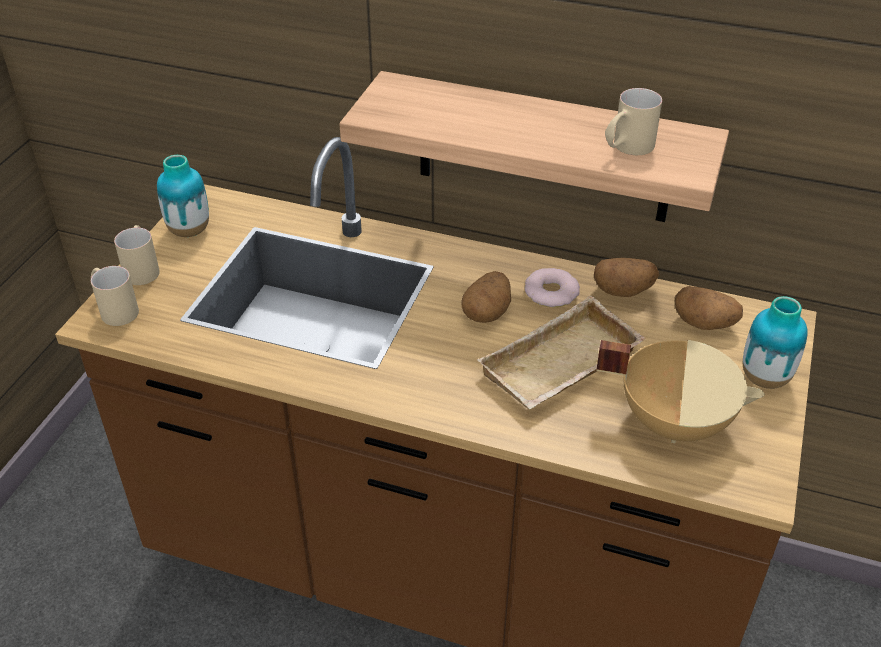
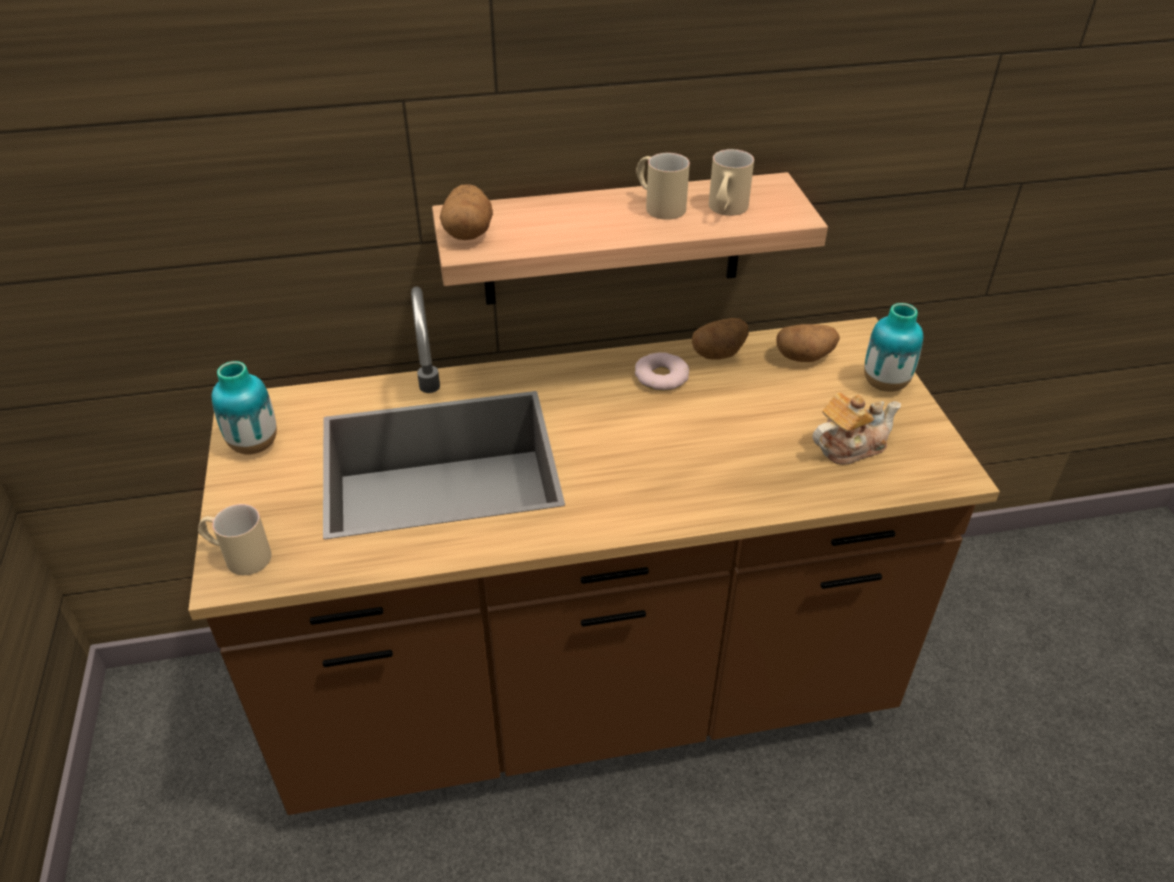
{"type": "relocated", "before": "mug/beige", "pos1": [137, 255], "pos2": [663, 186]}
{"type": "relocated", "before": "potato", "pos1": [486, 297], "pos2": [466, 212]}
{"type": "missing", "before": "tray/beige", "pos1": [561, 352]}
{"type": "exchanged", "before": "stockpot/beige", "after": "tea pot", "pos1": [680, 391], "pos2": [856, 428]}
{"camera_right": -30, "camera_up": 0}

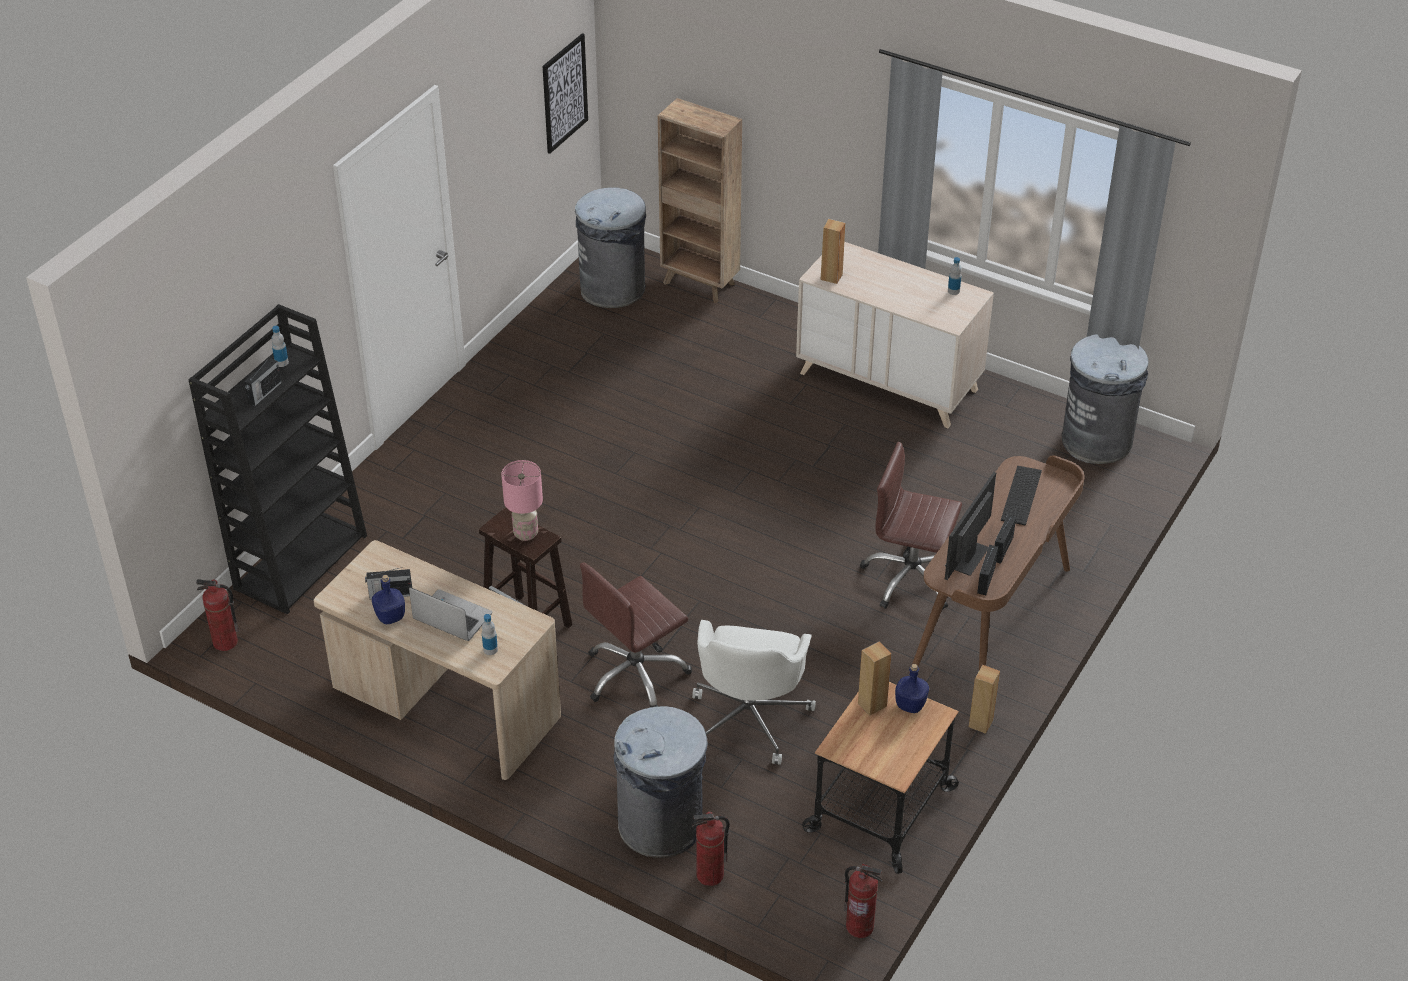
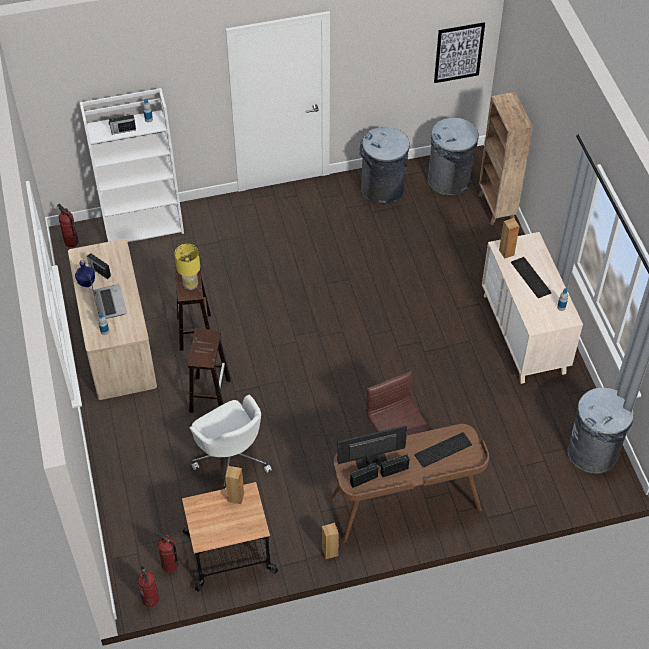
{"type": "colour", "before": "shelving unit/black-coloured", "after": "shelving unit/white-coloured", "pos1": [277, 459], "pos2": [132, 165]}
{"type": "colour", "before": "tabletop lamp/pinkish", "after": "tabletop lamp/yellow", "pos1": [522, 500], "pos2": [187, 267]}
{"type": "exchanged", "before": "computer chair/brown", "after": "sitting stool/brown", "pos1": [636, 634], "pos2": [209, 371]}
{"type": "relocated", "before": "rubbish bin/greyish", "pos1": [661, 782], "pos2": [384, 166]}
{"type": "spun", "before": "computer chair/white-coloured", "pos1": [754, 692], "pos2": [231, 442], "turn": -90}
{"type": "relocated", "before": "extinguisher", "pos1": [711, 849], "pos2": [167, 552]}
{"type": "missing", "before": "drink bottle/bluish", "pos1": [912, 688]}
{"type": "appeared", "after": "PC keyboard", "pos2": [531, 277]}
{"camera_right": 45, "camera_up": 10}

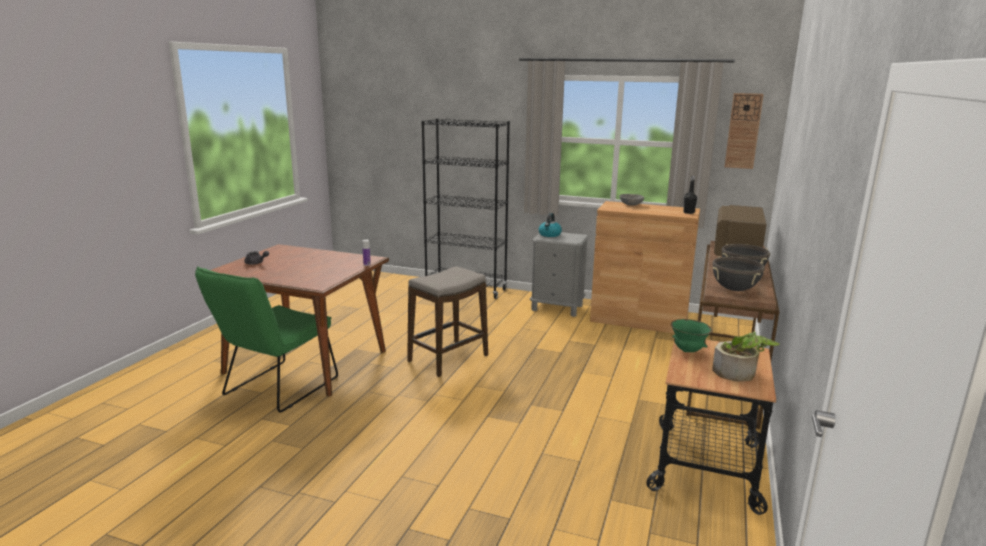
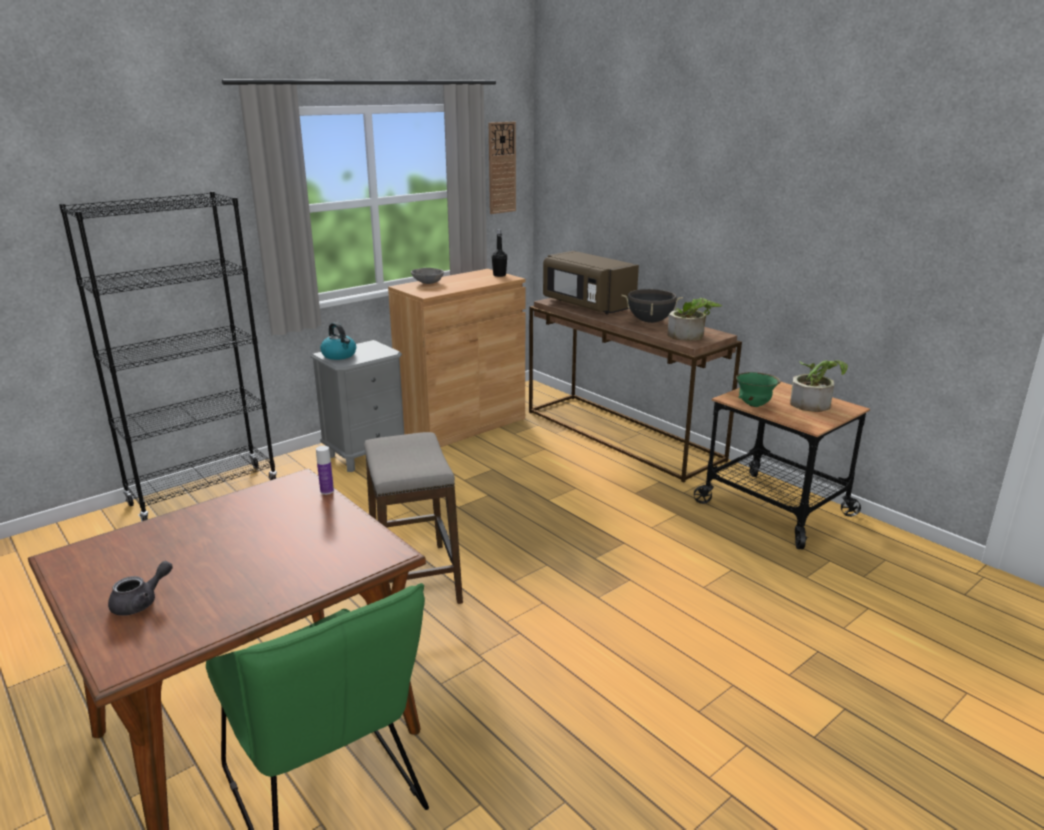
{"type": "exchanged", "before": "stockpot/black-coloured", "after": "houseplant", "pos1": [738, 273], "pos2": [695, 319]}
{"camera_right": -60, "camera_up": 5}

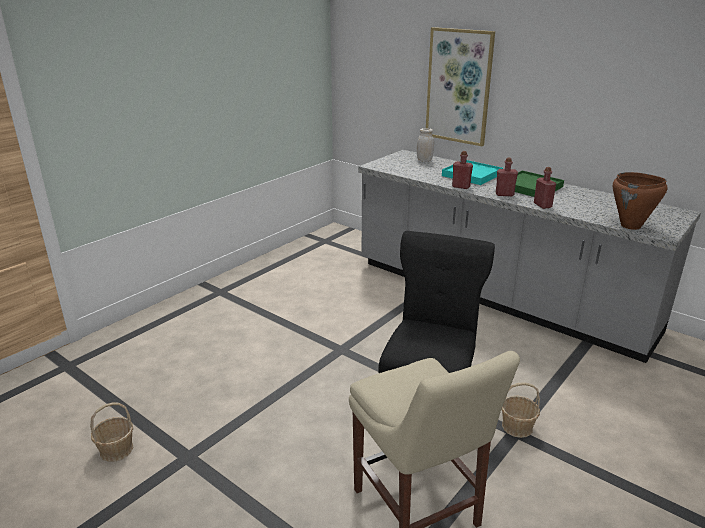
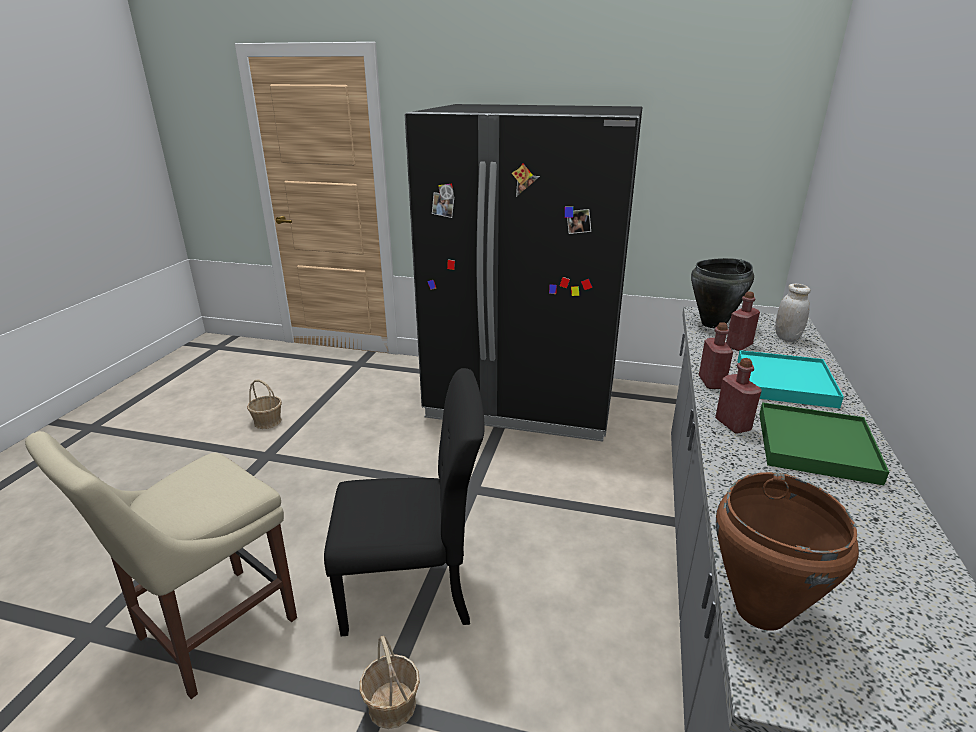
{"type": "missing", "before": "wall art", "pos1": [460, 86]}
{"type": "relocated", "before": "drink bottle/red-coloured", "pos1": [545, 188], "pos2": [743, 321]}
{"type": "appeared", "after": "refrigerator/black-coloured", "pos2": [523, 273]}
{"type": "appeared", "after": "stockpot/black-coloured", "pos2": [722, 293]}
{"camera_right": 65, "camera_up": 0}

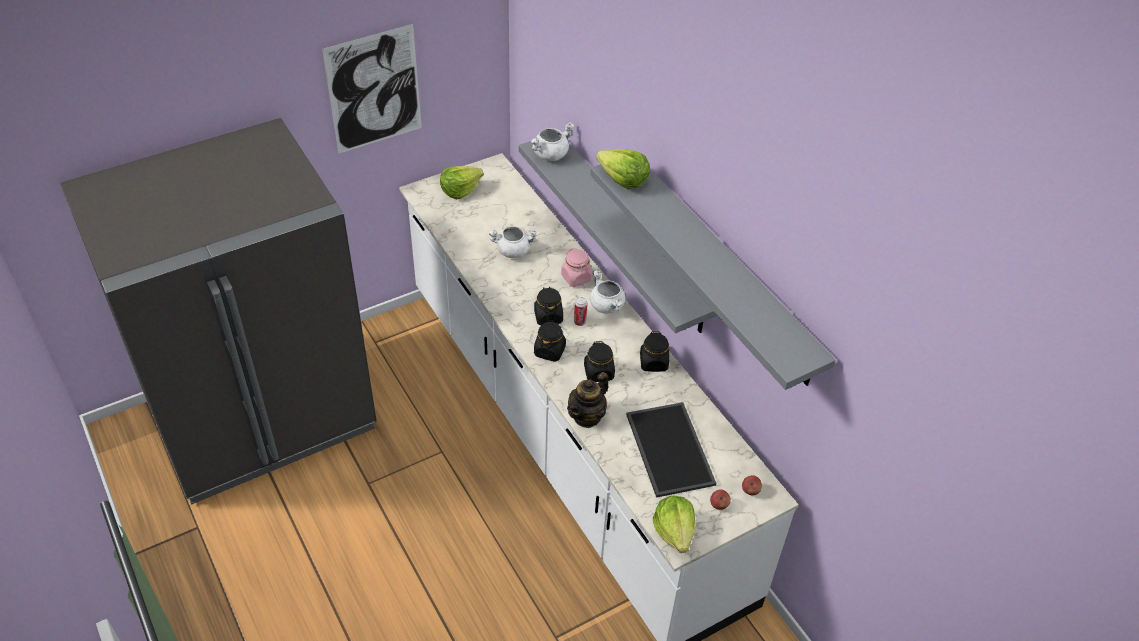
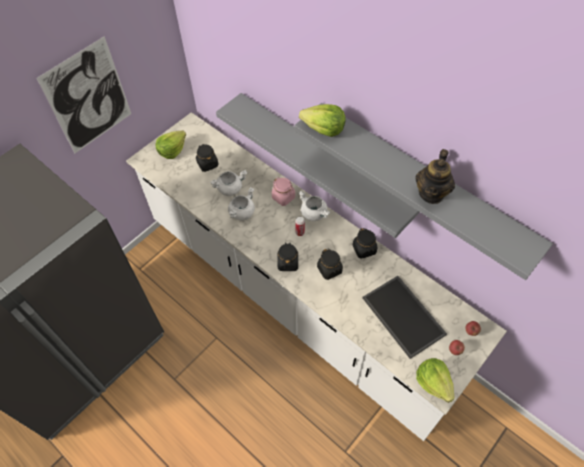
{"type": "relocated", "before": "stockpot/white-coloured", "pos1": [552, 141], "pos2": [241, 203]}
{"type": "relocated", "before": "jar/black-coloured", "pos1": [548, 306], "pos2": [207, 158]}
{"type": "relocated", "before": "tea pot", "pos1": [588, 400], "pos2": [435, 176]}
{"camera_right": -15, "camera_up": 10}

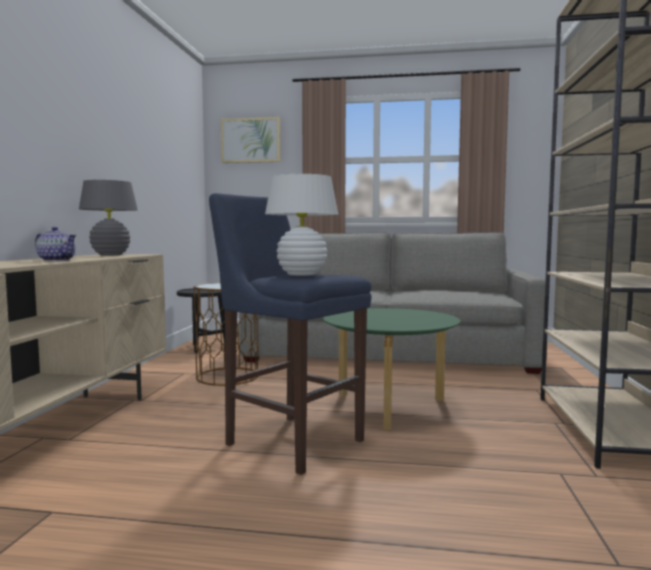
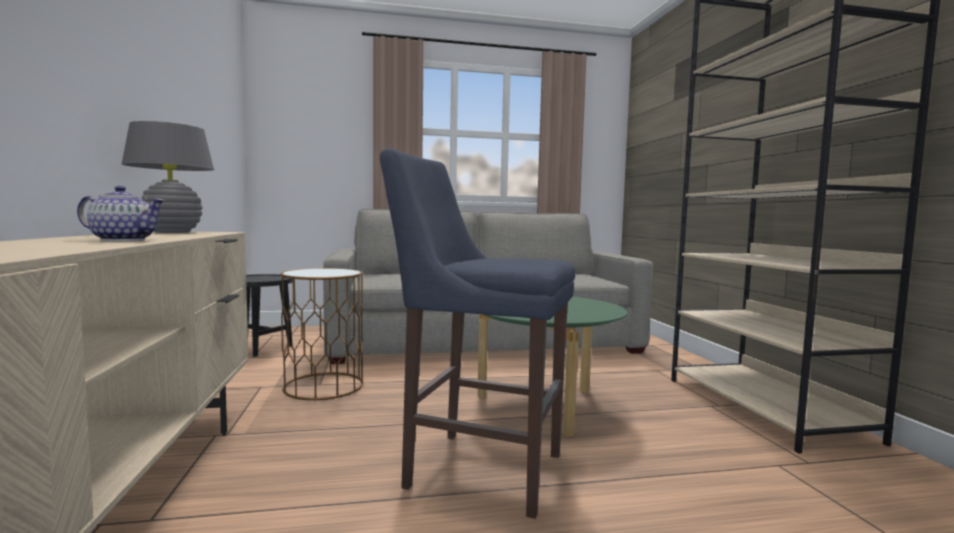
{"type": "missing", "before": "wall art", "pos1": [250, 140]}
{"type": "missing", "before": "tabletop lamp/white-coloured", "pos1": [301, 225]}
{"camera_right": -20, "camera_up": 0}

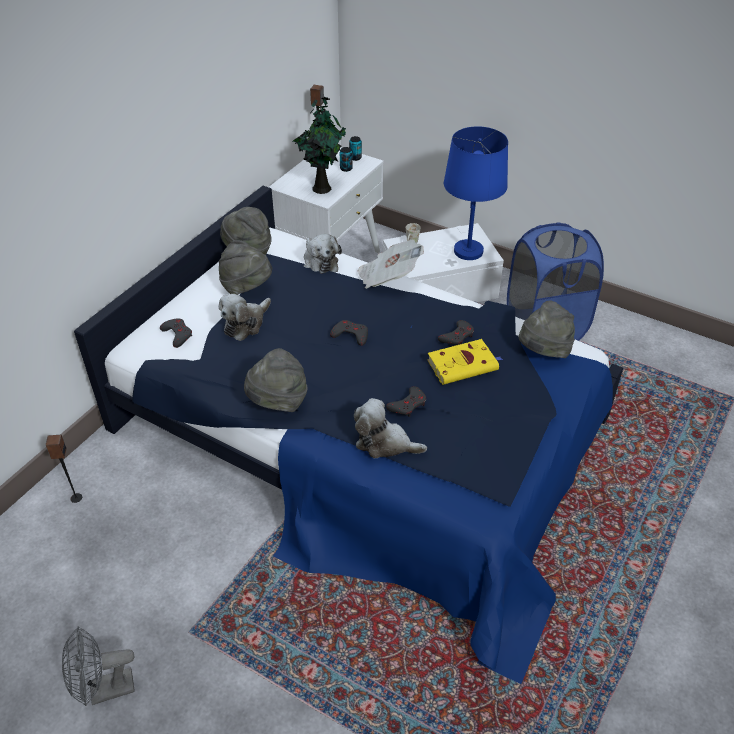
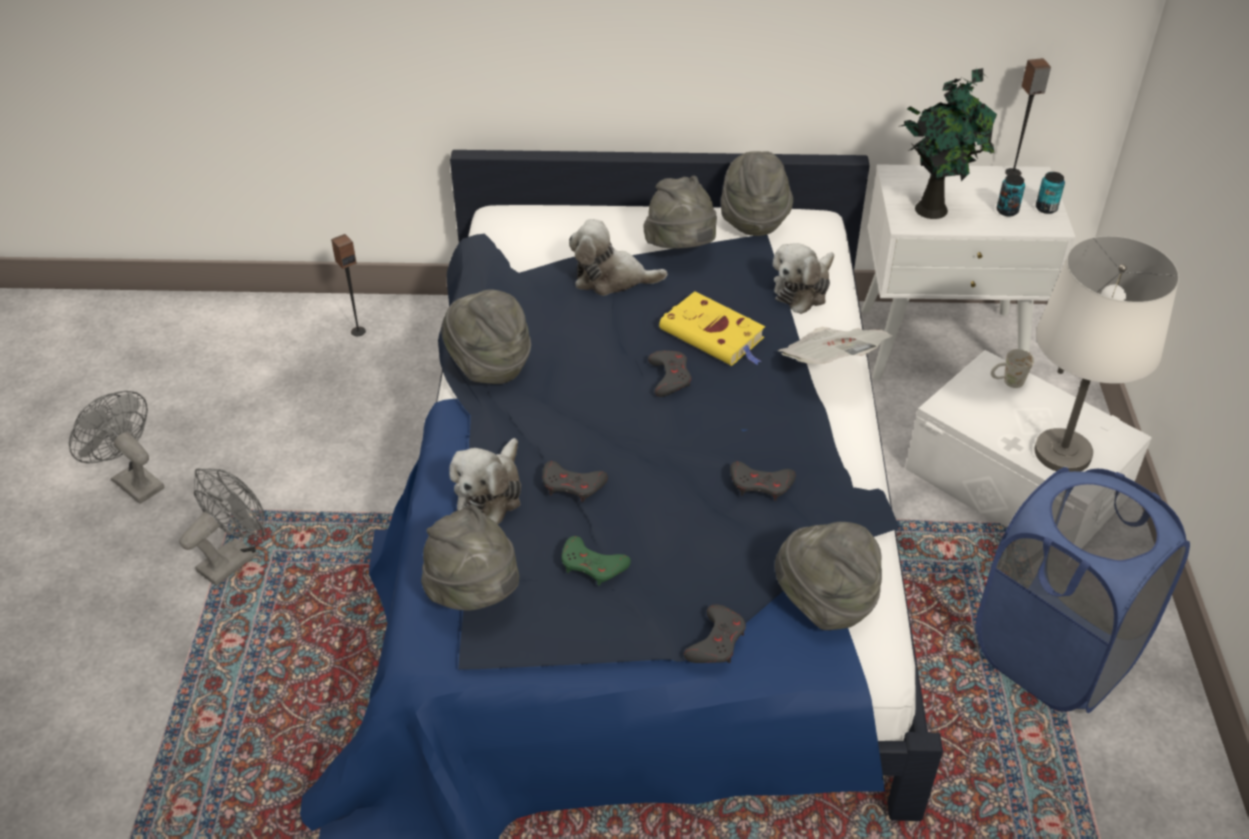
{"type": "relocated", "before": "joypad/greyish", "pos1": [176, 333], "pos2": [715, 633]}
{"type": "spun", "before": "cuddly toy", "pos1": [390, 428], "pos2": [485, 481], "turn": -150}
{"type": "relocated", "before": "volume/yellow", "pos1": [465, 362], "pos2": [712, 328]}
{"type": "colour", "before": "tabletop lamp/bluish", "after": "tabletop lamp/white-coloured", "pos1": [476, 193], "pos2": [1107, 354]}
{"type": "appeared", "after": "fan/greyish", "pos2": [221, 527]}
{"type": "appeared", "after": "wearable hat/greyish", "pos2": [470, 557]}
{"type": "appeared", "after": "joypad/green", "pos2": [596, 561]}
{"camera_right": 60, "camera_up": 0}

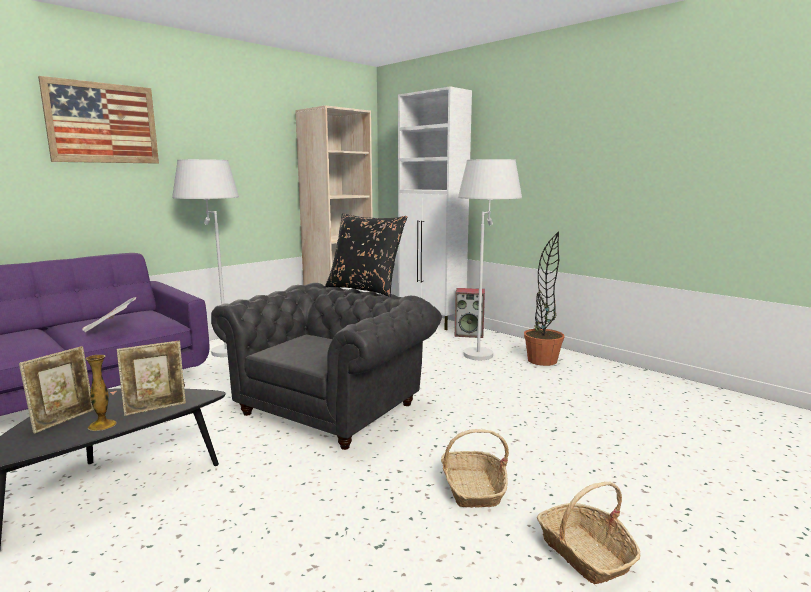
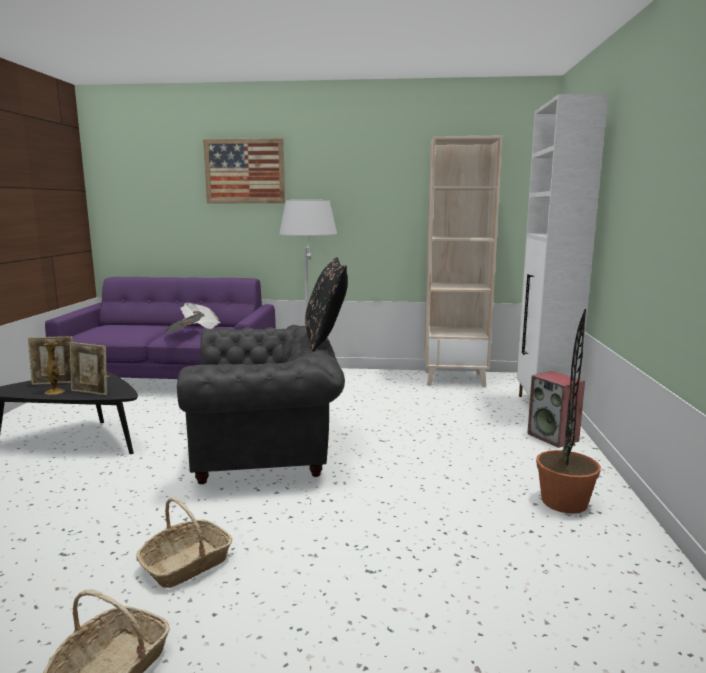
{"type": "missing", "before": "floor lamp/white-coloured", "pos1": [490, 259]}
{"type": "appeared", "after": "daily paper", "pos2": [201, 316]}
{"camera_right": 50, "camera_up": 0}

